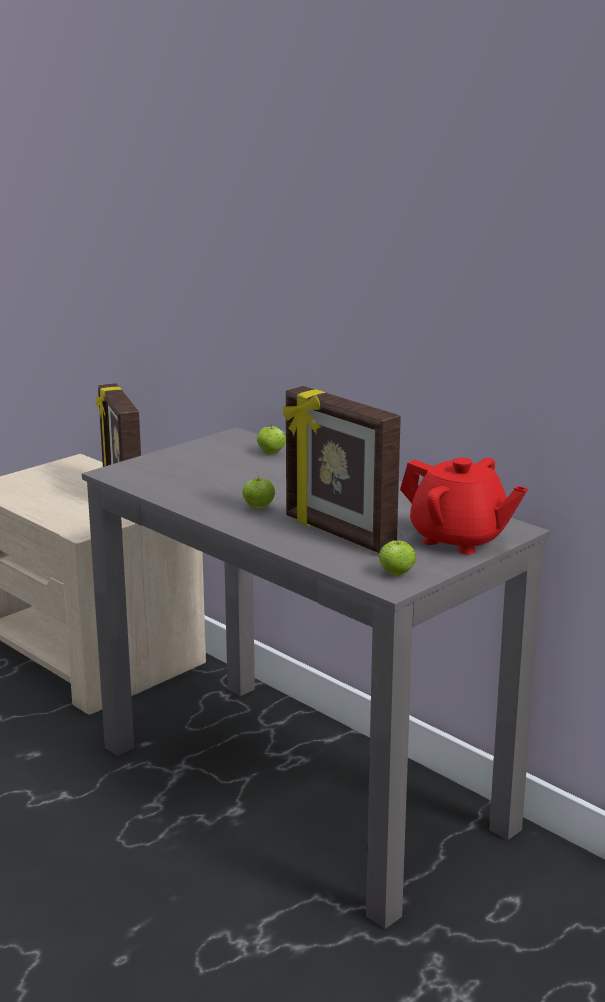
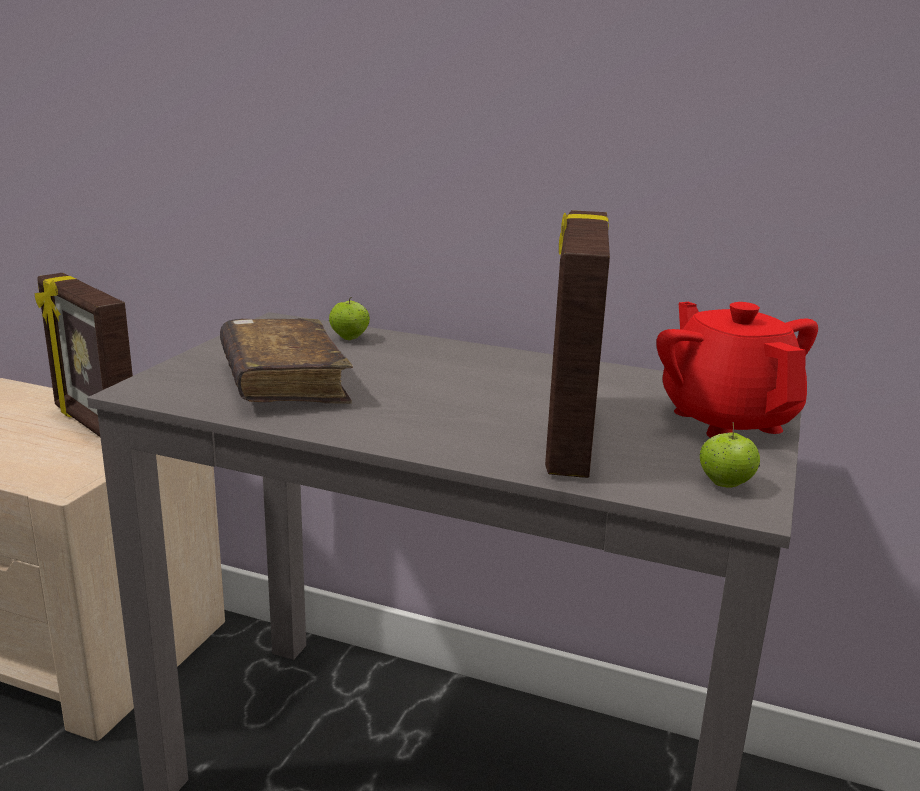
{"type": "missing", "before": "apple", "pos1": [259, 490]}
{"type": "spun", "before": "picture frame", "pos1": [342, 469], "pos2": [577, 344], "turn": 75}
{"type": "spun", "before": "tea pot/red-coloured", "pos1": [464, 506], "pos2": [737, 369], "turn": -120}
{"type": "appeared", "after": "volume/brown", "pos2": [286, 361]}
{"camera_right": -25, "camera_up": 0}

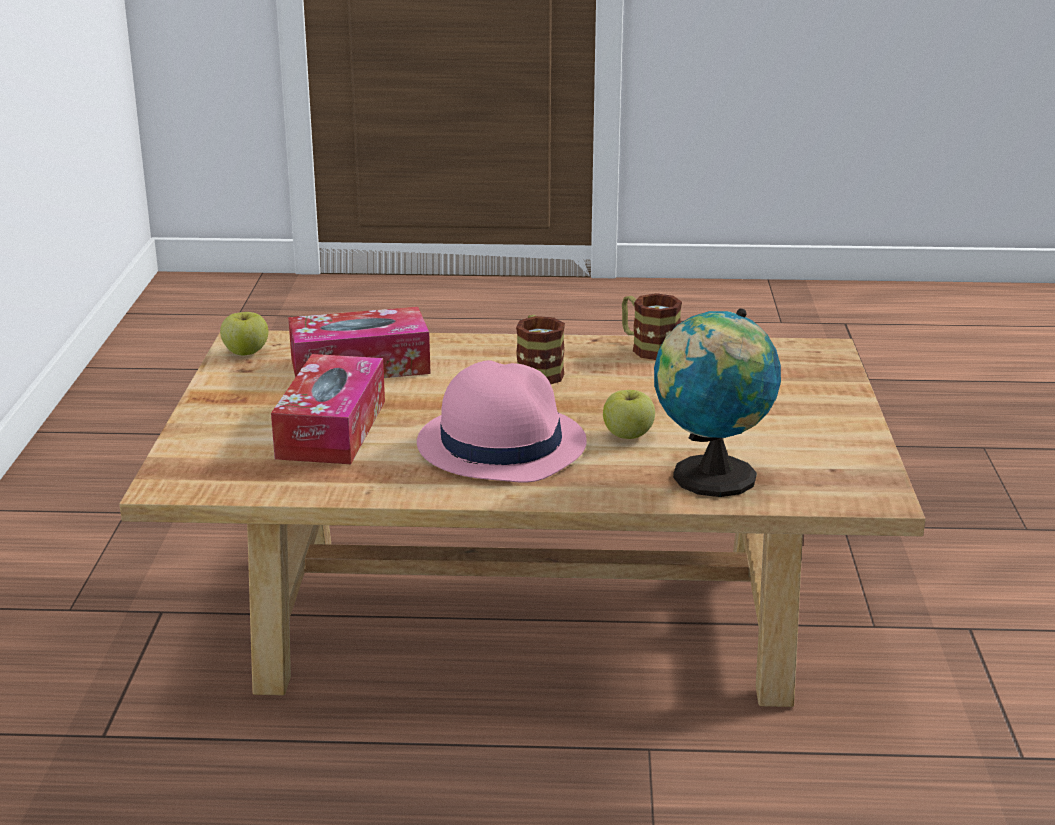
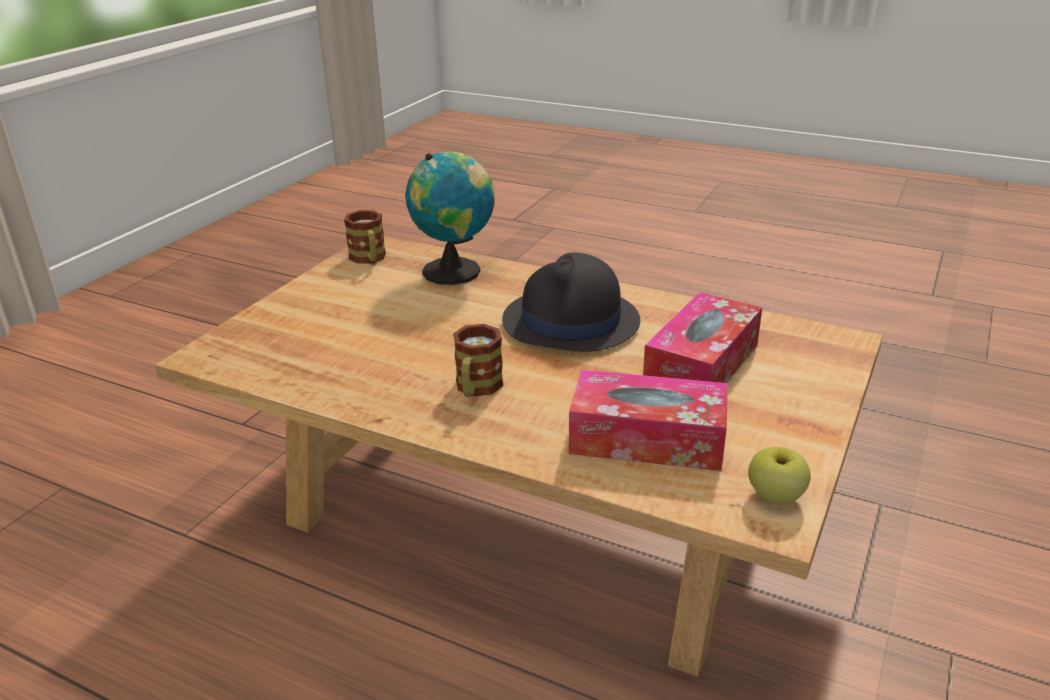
{"type": "colour", "before": "wearable hat/pinkish", "after": "wearable hat/black-coloured", "pos1": [502, 421], "pos2": [571, 302]}
{"type": "missing", "before": "apple", "pos1": [629, 414]}
{"type": "relocated", "before": "mug", "pos1": [652, 326], "pos2": [365, 237]}
{"camera_right": -155, "camera_up": 5}

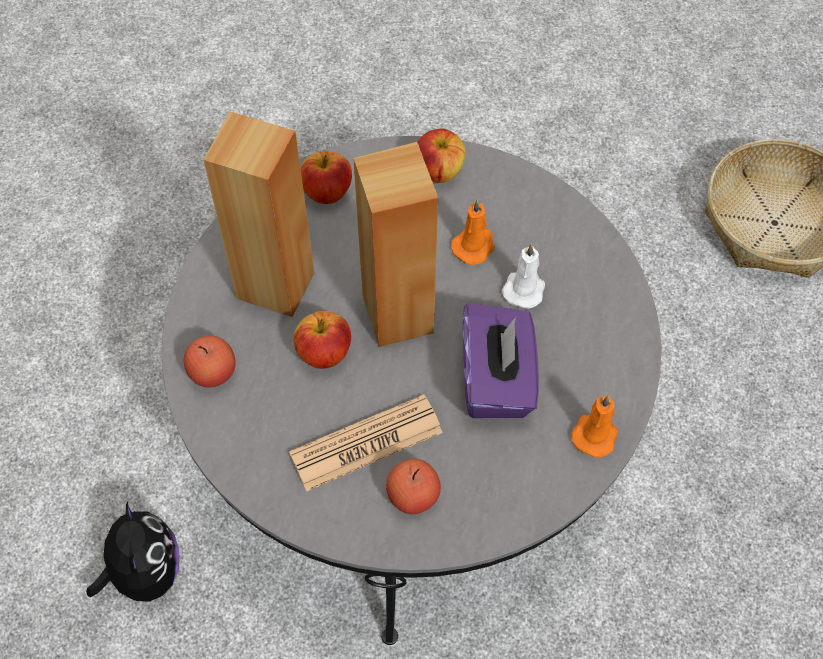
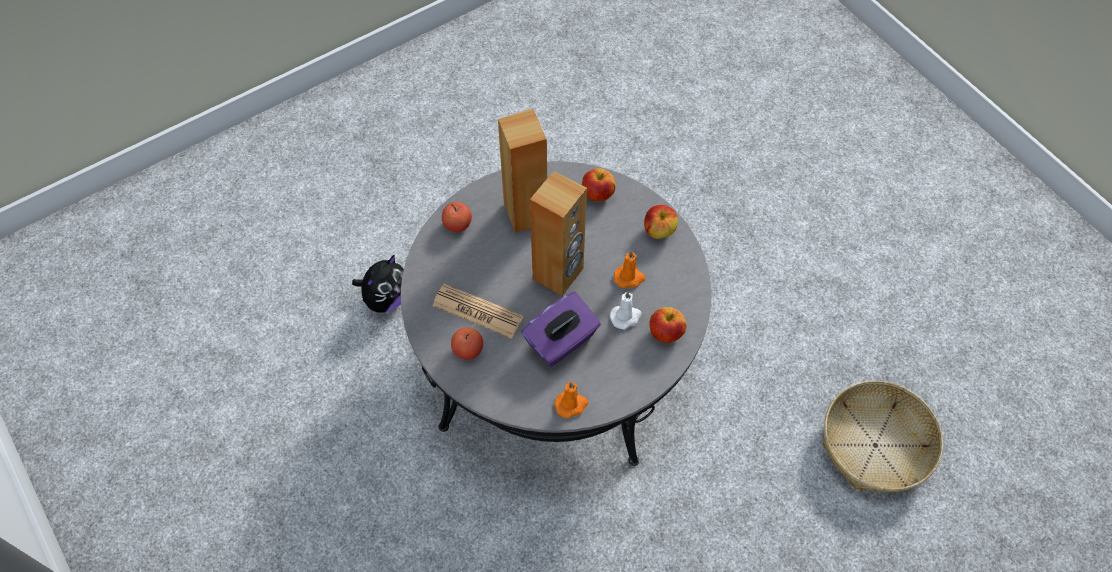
{"type": "relocated", "before": "apple", "pos1": [322, 340], "pos2": [668, 325]}
{"camera_right": 50, "camera_up": 0}

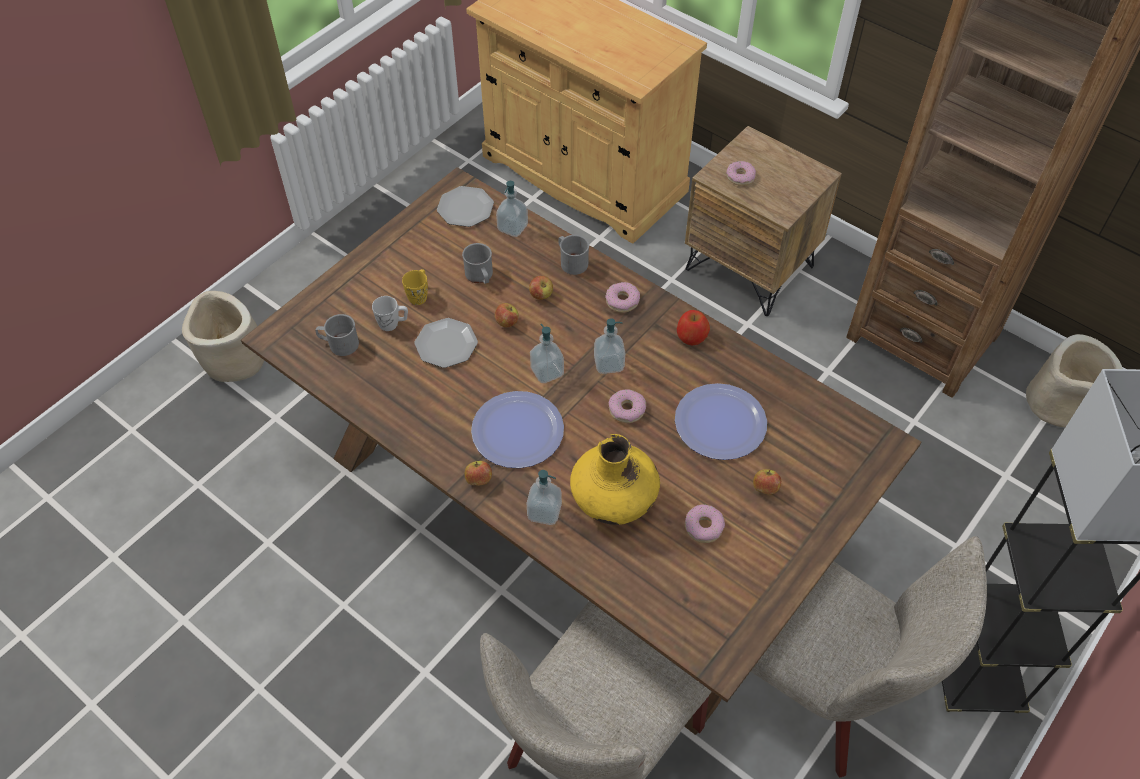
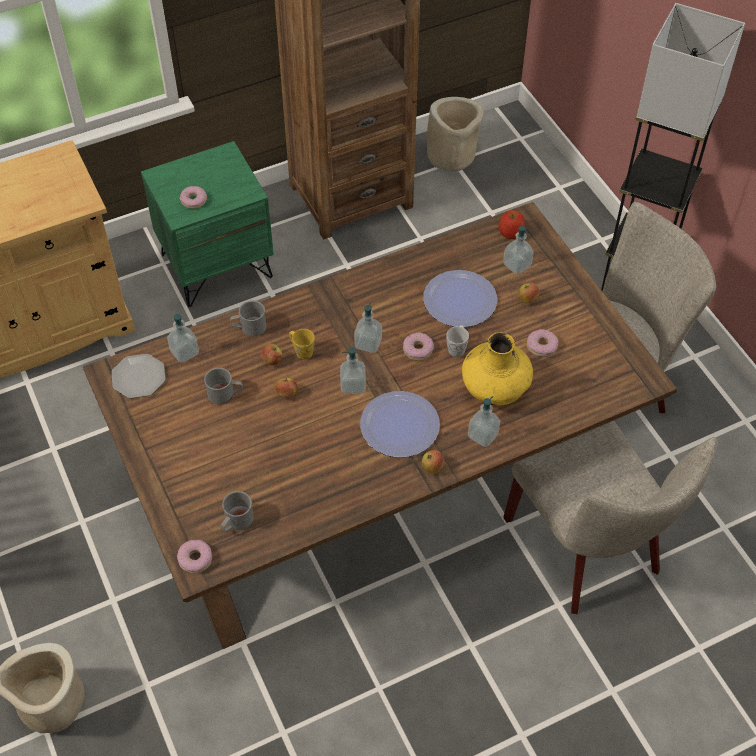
{"type": "relocated", "before": "mug/white-coloured", "pos1": [390, 313], "pos2": [457, 341]}
{"type": "relocated", "before": "mug/yellow", "pos1": [415, 287], "pos2": [302, 344]}
{"type": "missing", "before": "plate", "pos1": [446, 343]}
{"type": "relocated", "before": "ring doughnut", "pos1": [622, 297], "pos2": [194, 556]}
{"type": "relocated", "before": "apple", "pos1": [693, 328], "pos2": [511, 224]}
{"type": "colour", "before": "night table/brown", "after": "night table/green", "pos1": [763, 221], "pos2": [207, 224]}
{"type": "appeared", "after": "soap dispenser", "pos2": [518, 250]}
{"camera_right": -65, "camera_up": 0}

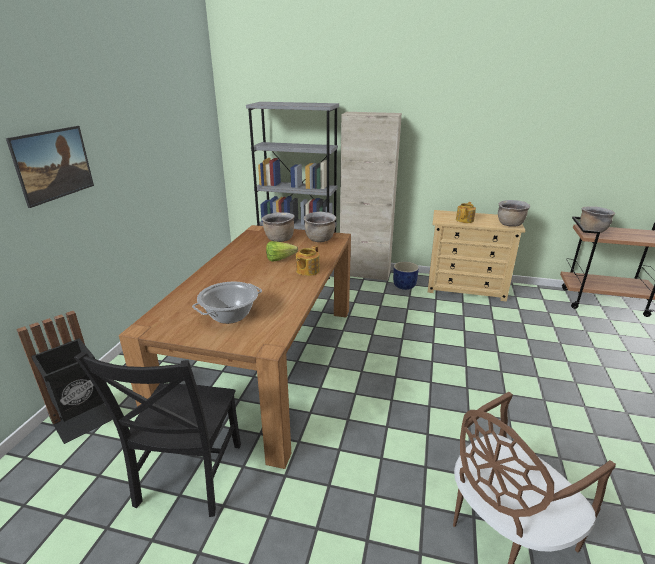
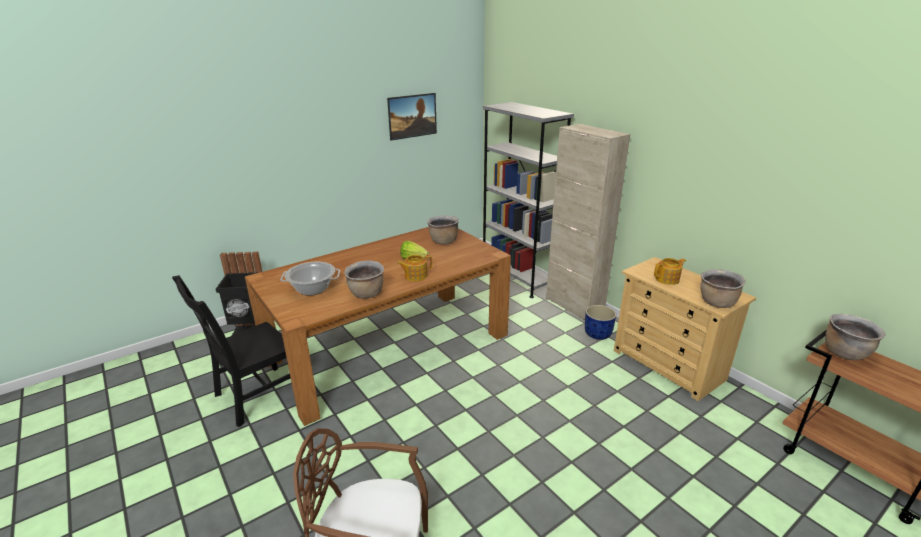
{"type": "relocated", "before": "wall art", "pos1": [50, 167], "pos2": [412, 117]}
{"type": "relocated", "before": "stockpot/brown", "pos1": [320, 227], "pos2": [364, 279]}
{"camera_right": 40, "camera_up": 0}

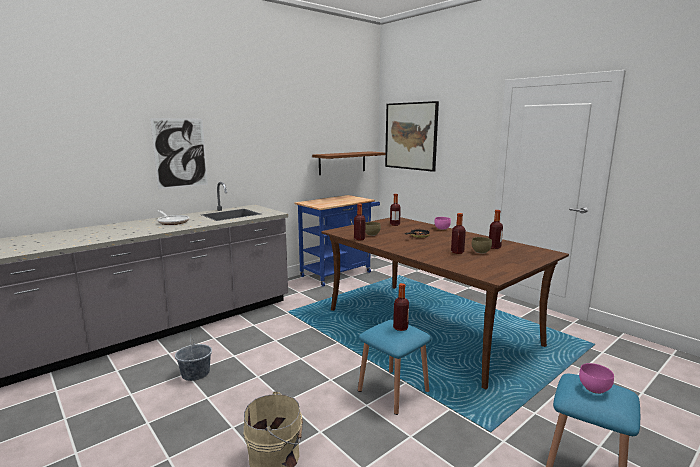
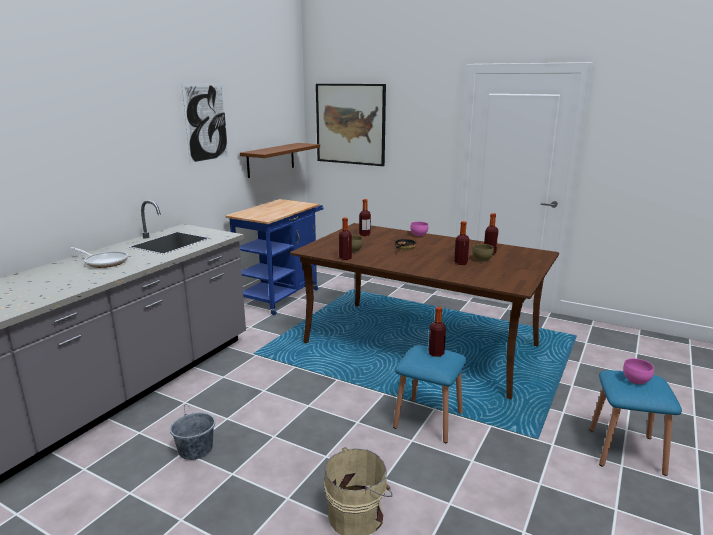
{"type": "relocated", "before": "wall art", "pos1": [179, 153], "pos2": [205, 123]}
{"camera_right": -20, "camera_up": 5}

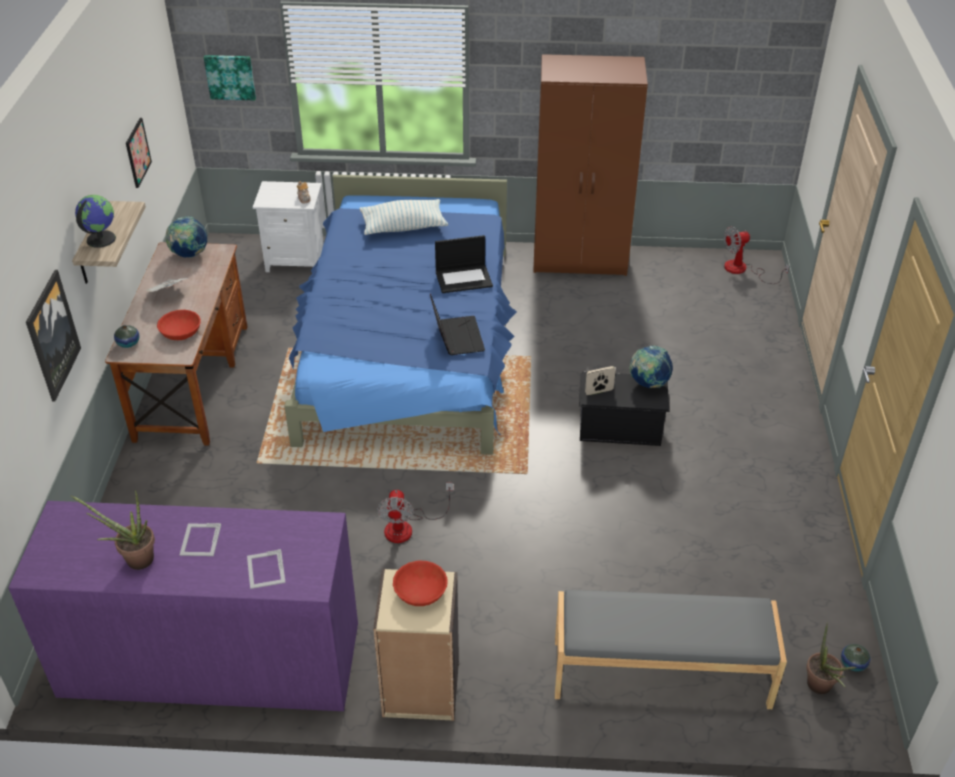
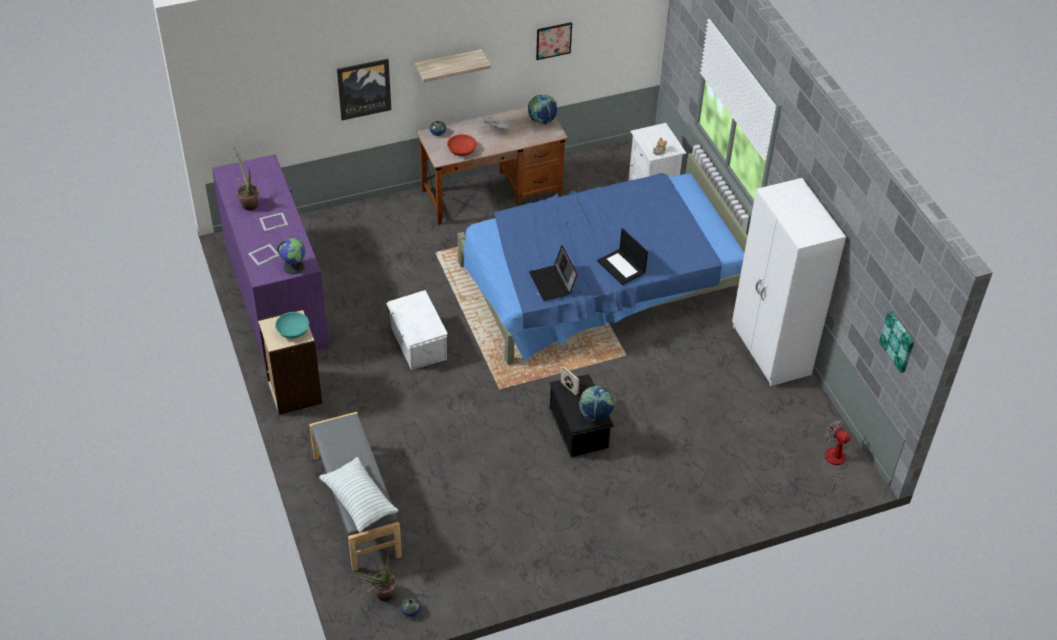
{"type": "relocated", "before": "desk globe", "pos1": [95, 221], "pos2": [291, 256]}
{"type": "relocated", "before": "wall art", "pos1": [230, 78], "pos2": [896, 342]}
{"type": "relocated", "before": "cushion", "pos1": [403, 217], "pos2": [359, 495]}
{"type": "exchanged", "before": "fan", "after": "storage bin/white-coloured", "pos1": [415, 513], "pos2": [417, 330]}
{"type": "colour", "before": "bowl/red-coloured", "after": "bowl/blue-green", "pos1": [420, 583], "pos2": [292, 325]}
{"type": "spun", "before": "laptop", "pos1": [457, 324], "pos2": [553, 273], "turn": 105}
{"type": "colour", "before": "armoire/brown", "after": "armoire/white-coloured", "pos1": [590, 165], "pos2": [789, 282]}
{"camera_right": 65, "camera_up": 5}

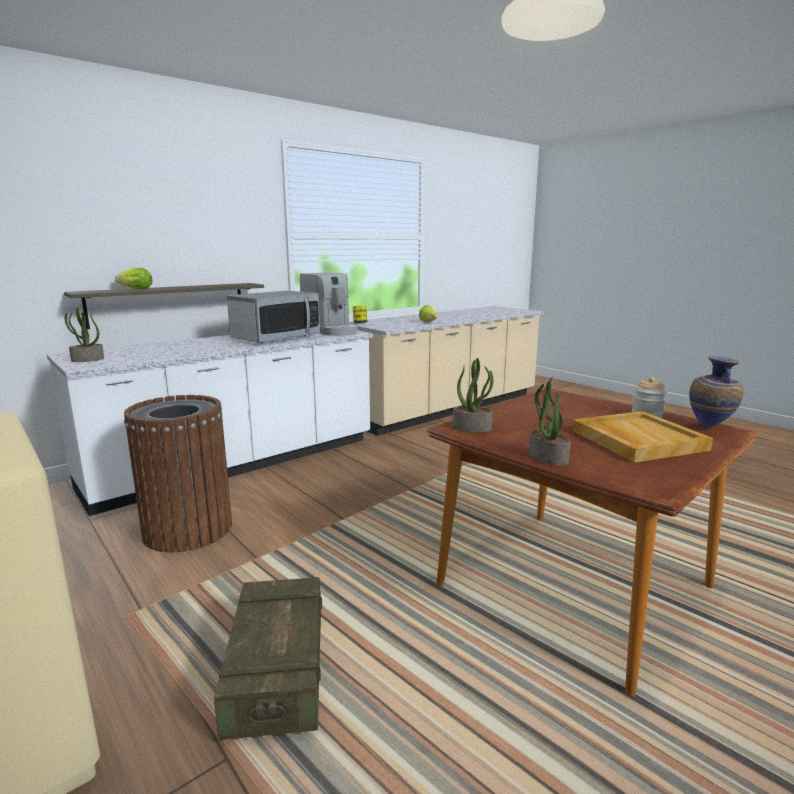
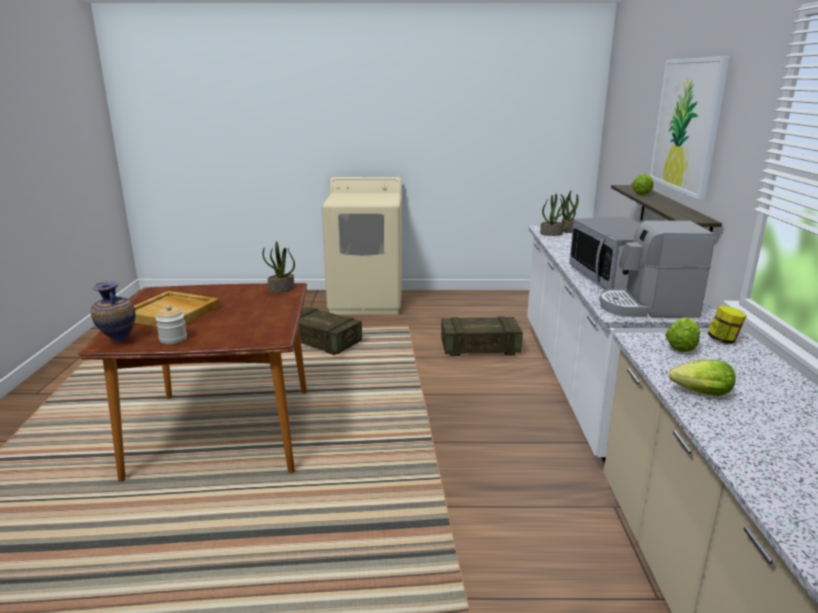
{"type": "exchanged", "before": "rubbish bin/brown", "after": "crate", "pos1": [178, 474], "pos2": [482, 336]}
{"type": "relocated", "before": "houseplant", "pos1": [550, 421], "pos2": [553, 215]}
{"type": "appeared", "after": "wall art", "pos2": [690, 128]}
{"type": "appeared", "after": "lettuce", "pos2": [682, 335]}
{"camera_right": 130, "camera_up": 5}

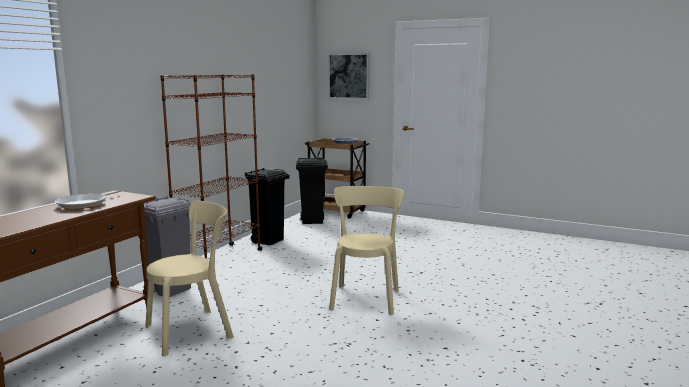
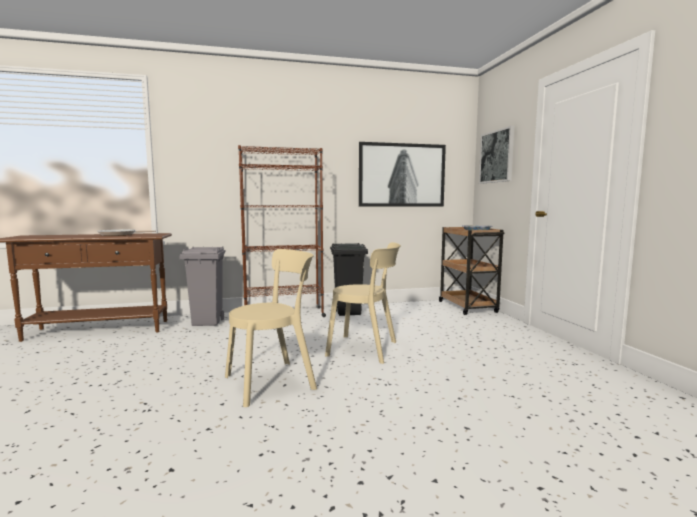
{"type": "relocated", "before": "plain chair/beige", "pos1": [189, 278], "pos2": [363, 303]}
{"type": "missing", "before": "rubbish bin/black-coloured", "pos1": [312, 190]}
{"type": "appeared", "after": "wall art", "pos2": [402, 174]}
{"camera_right": 50, "camera_up": -5}

